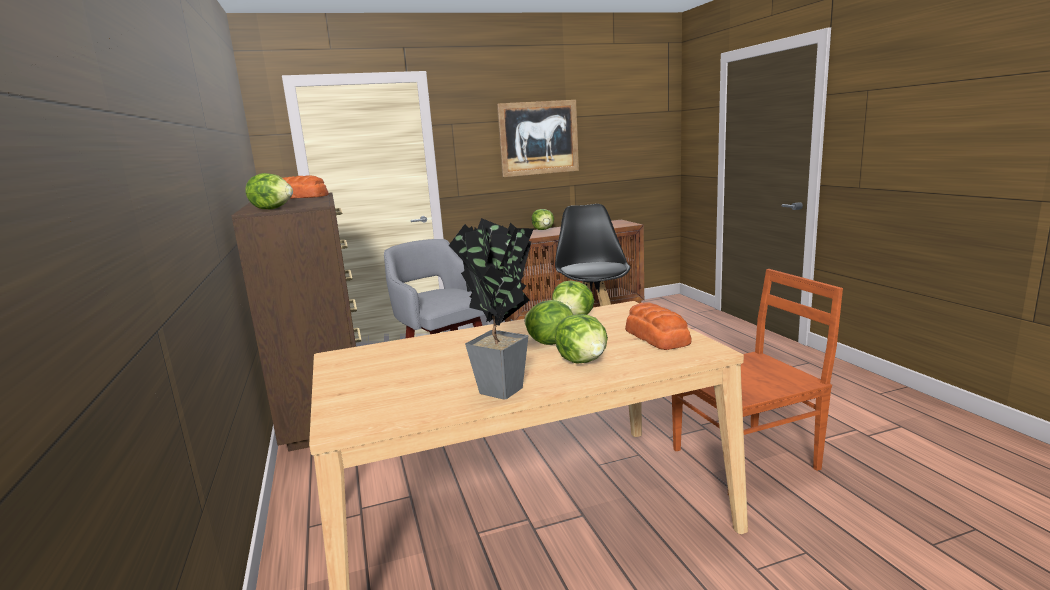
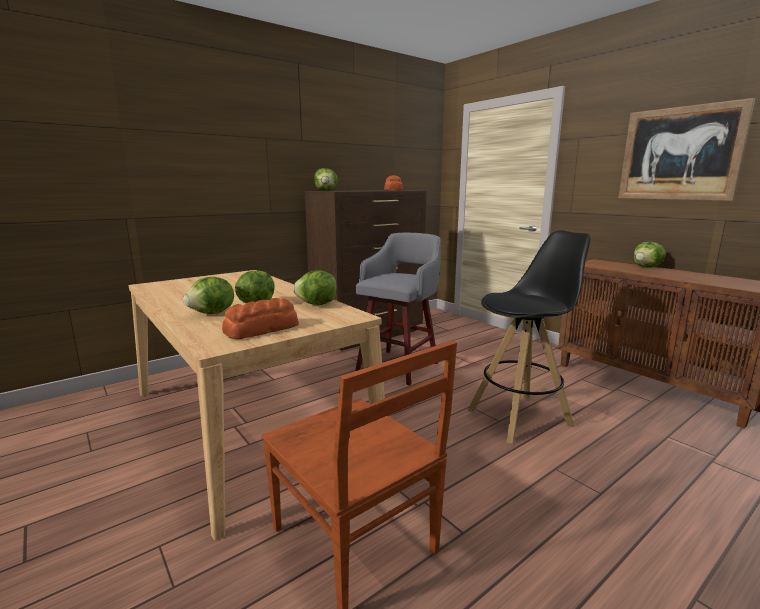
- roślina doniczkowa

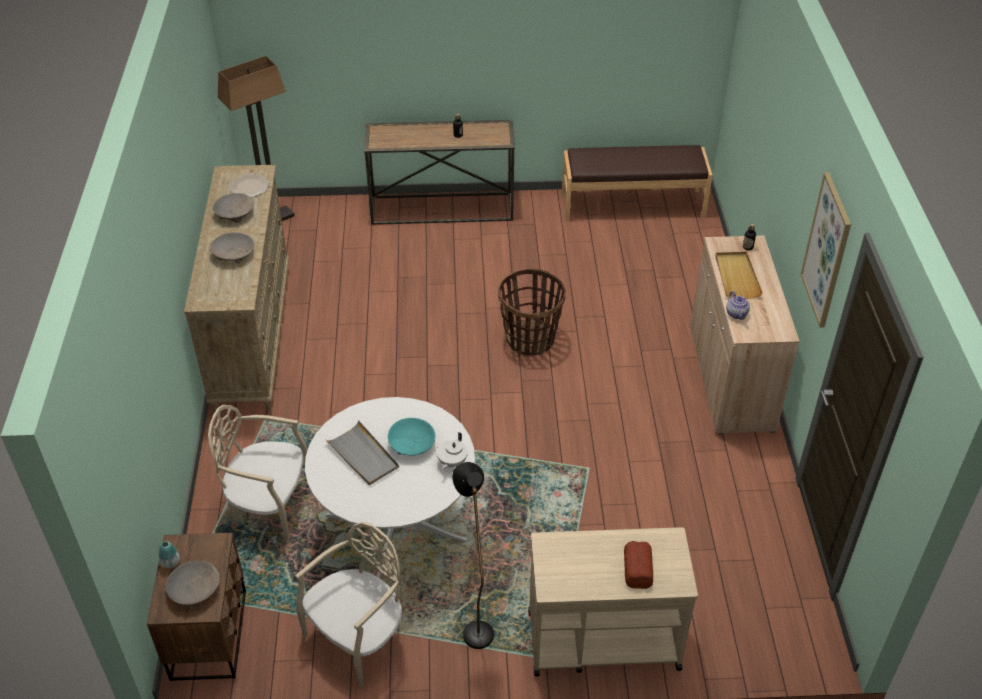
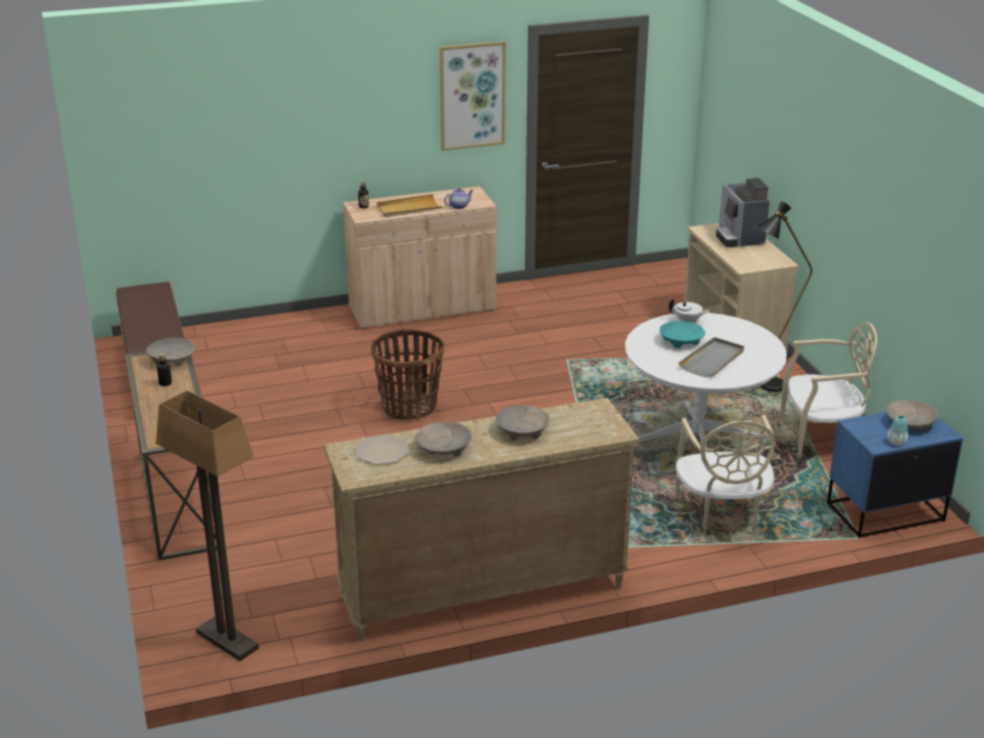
+ miska (beżowy) (1st from left)
~ chleb to ekspres do kawy
~ szafka nocna (brązowy) to szafka nocna (niebieski)
~ krzesło (beżowy) (2nd from left) 150 degrees clockwise

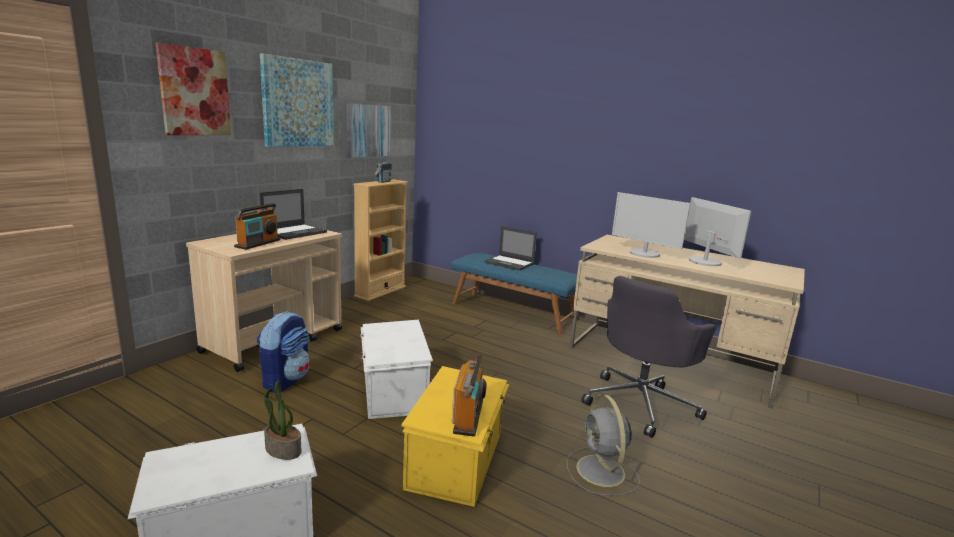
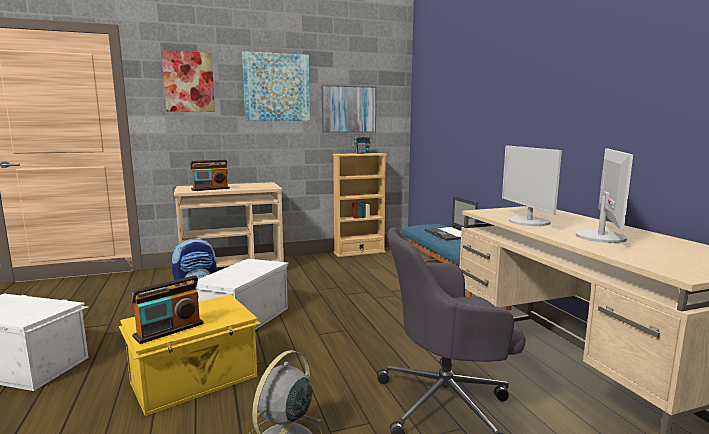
- laptop (1st from left)
- roślina doniczkowa

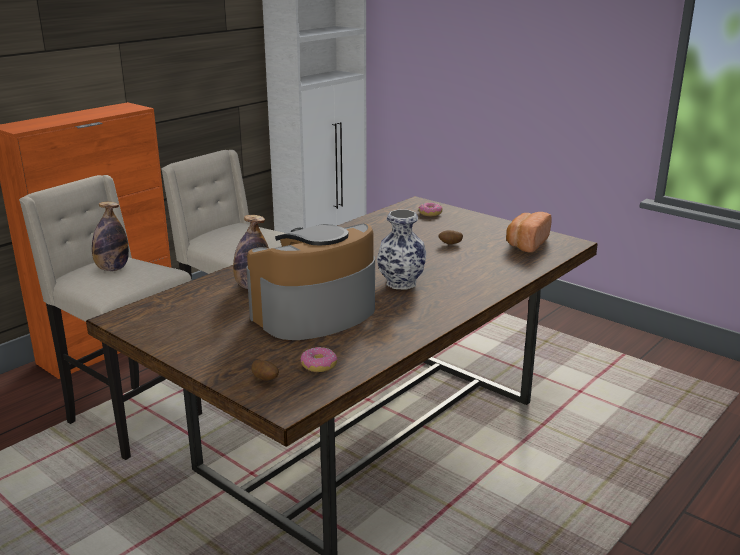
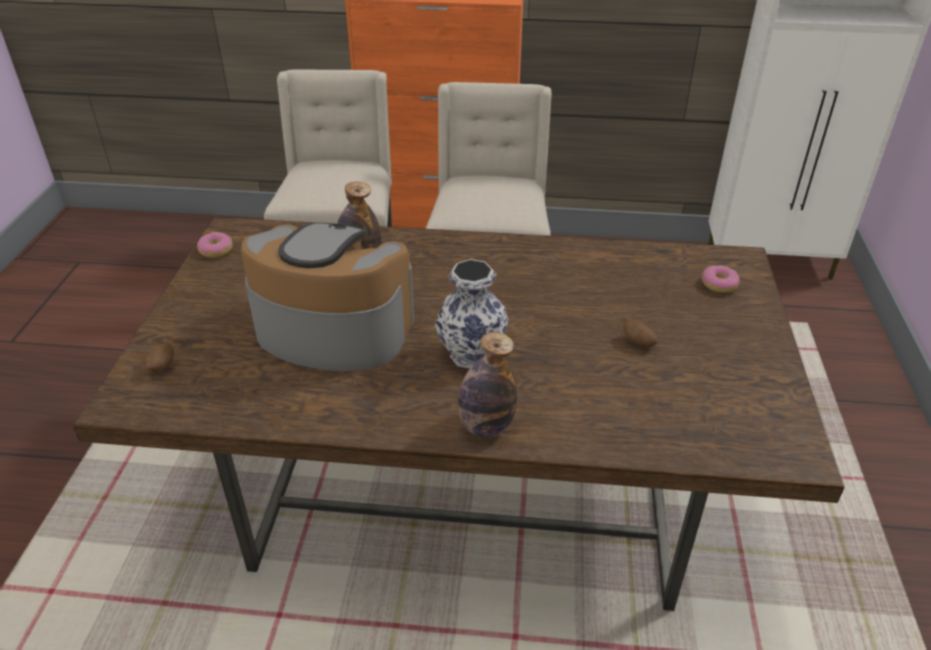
- chleb
~ butelka (1st from left in the first image) to butelka (2nd from left)
~ donut (1st from left)

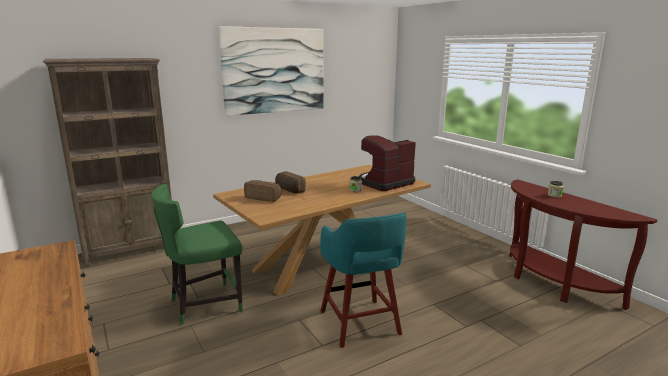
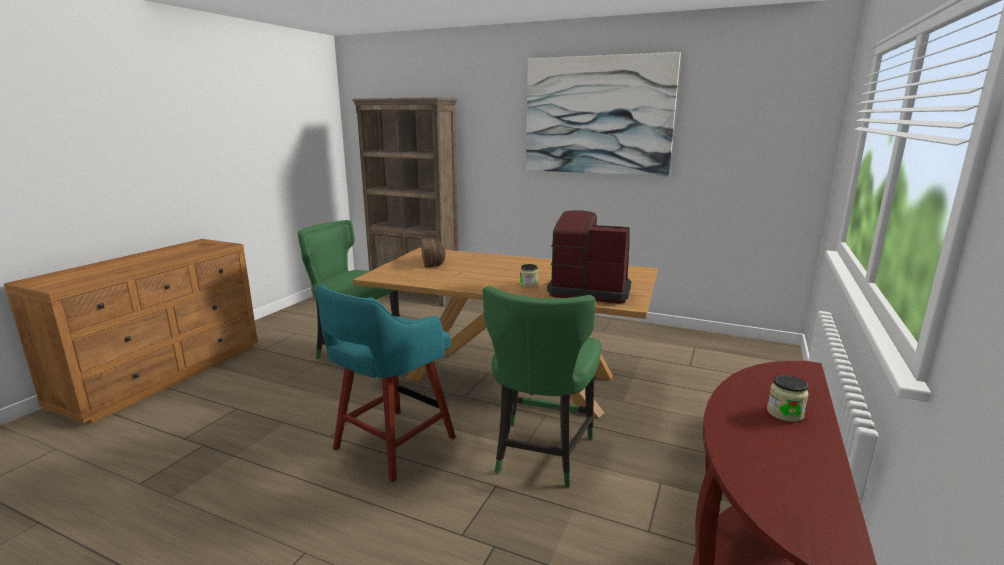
- chleb (2nd from left)
+ krzesło (zielony) (2nd from left)

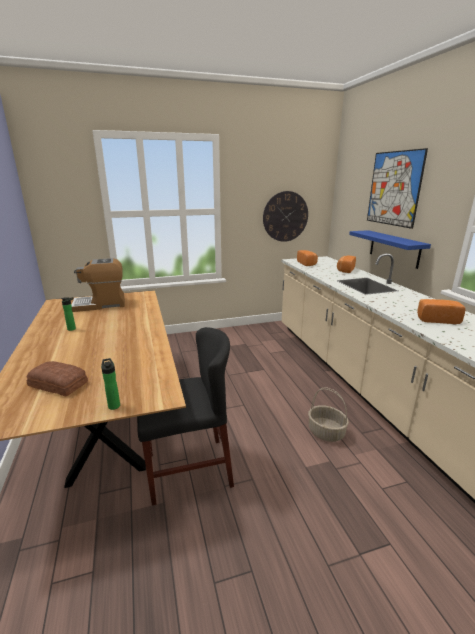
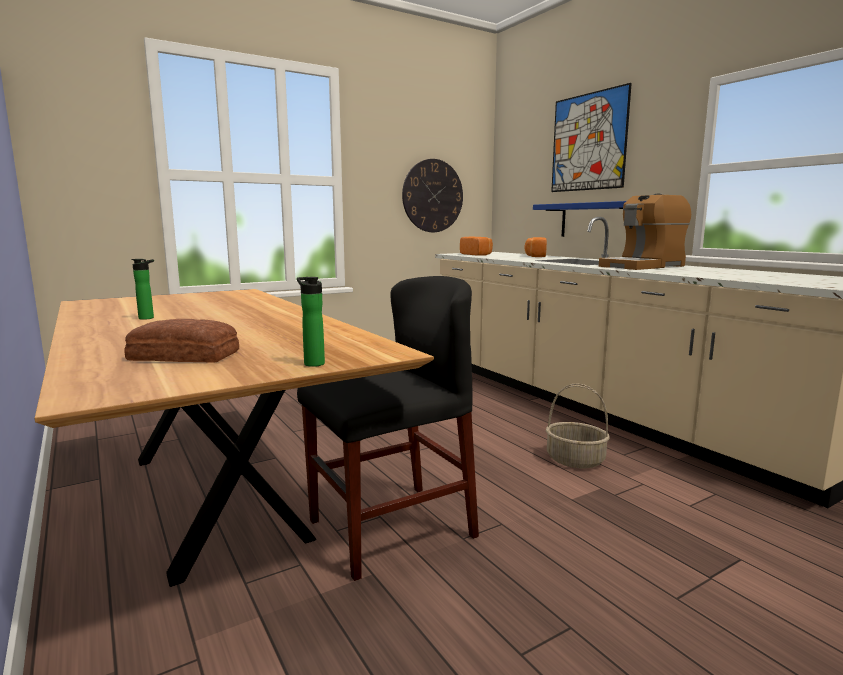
- chleb (4th from left)
~ ekspres do kawy

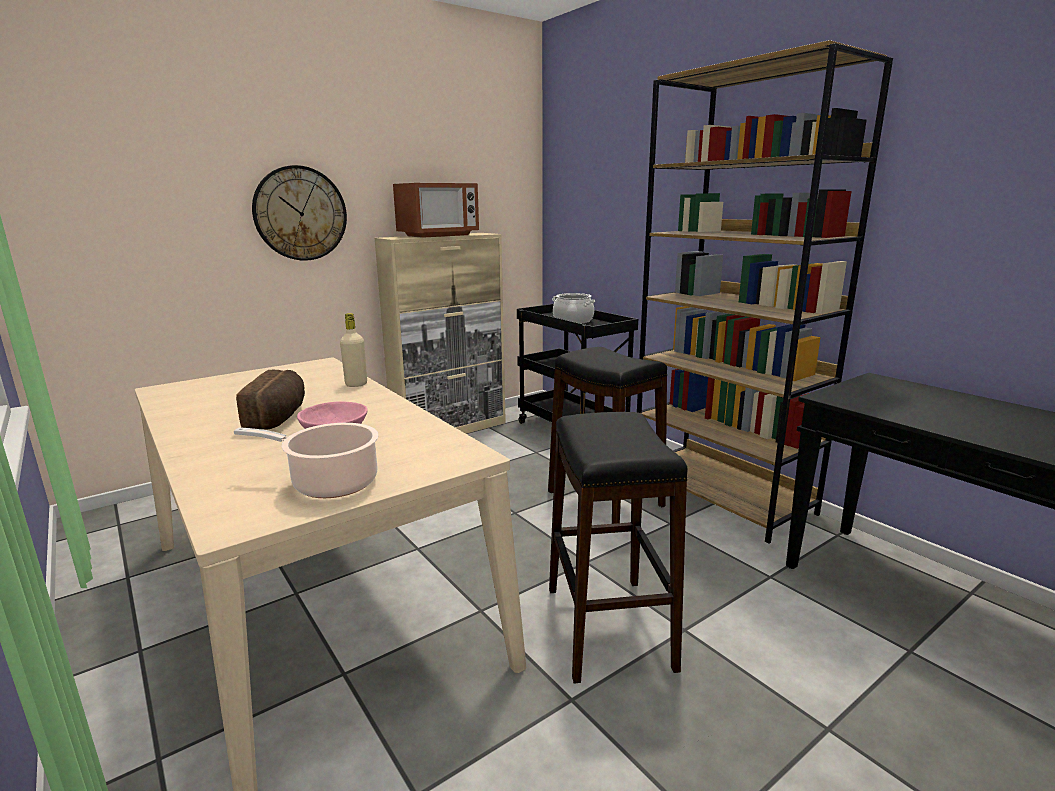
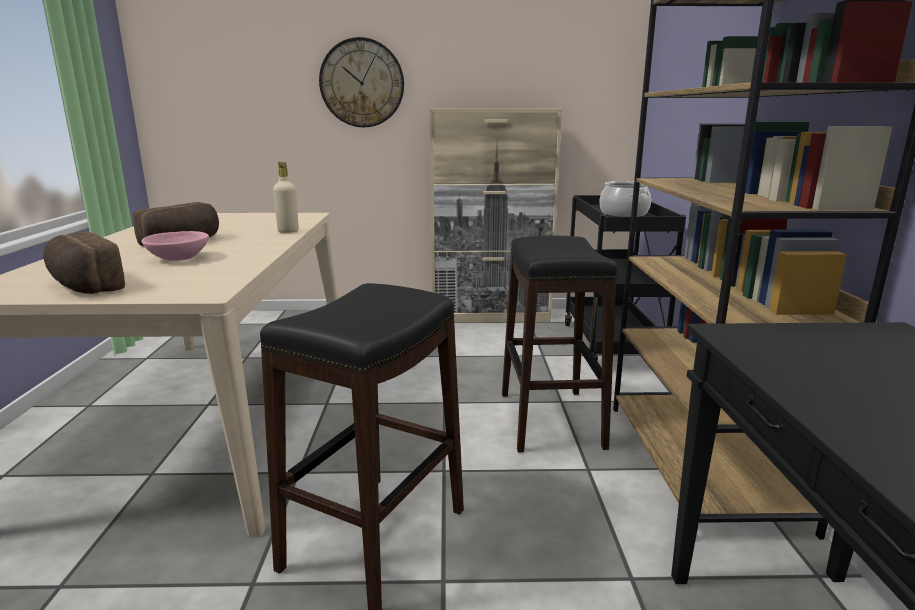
- mikrofalówka
~ garnek (1st from left) to chleb (1st from left)

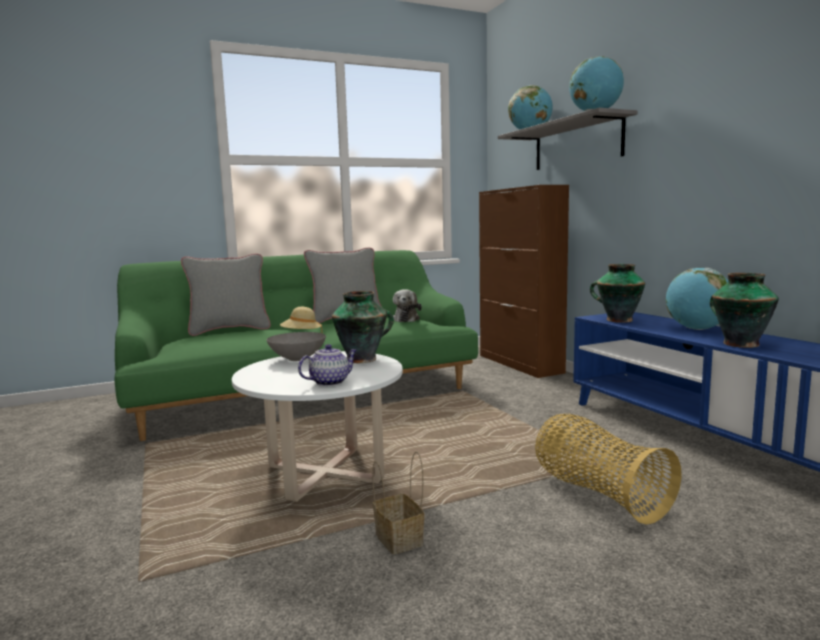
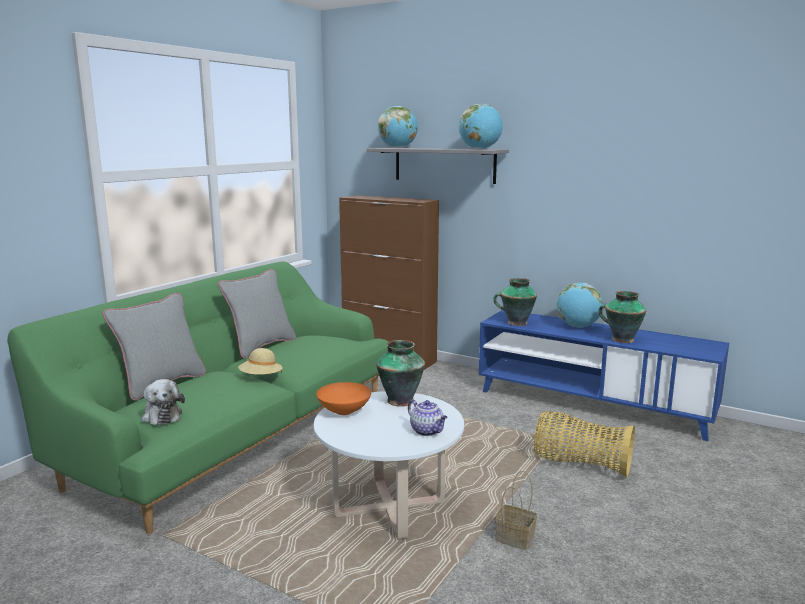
~ pluszak
~ miska (szary) to miska (pomarańczowy)
~ imbryk 120 degrees clockwise

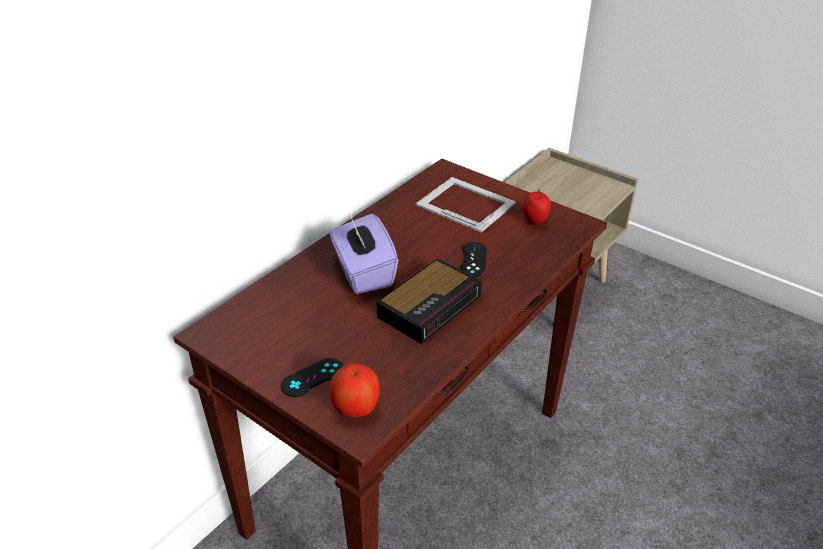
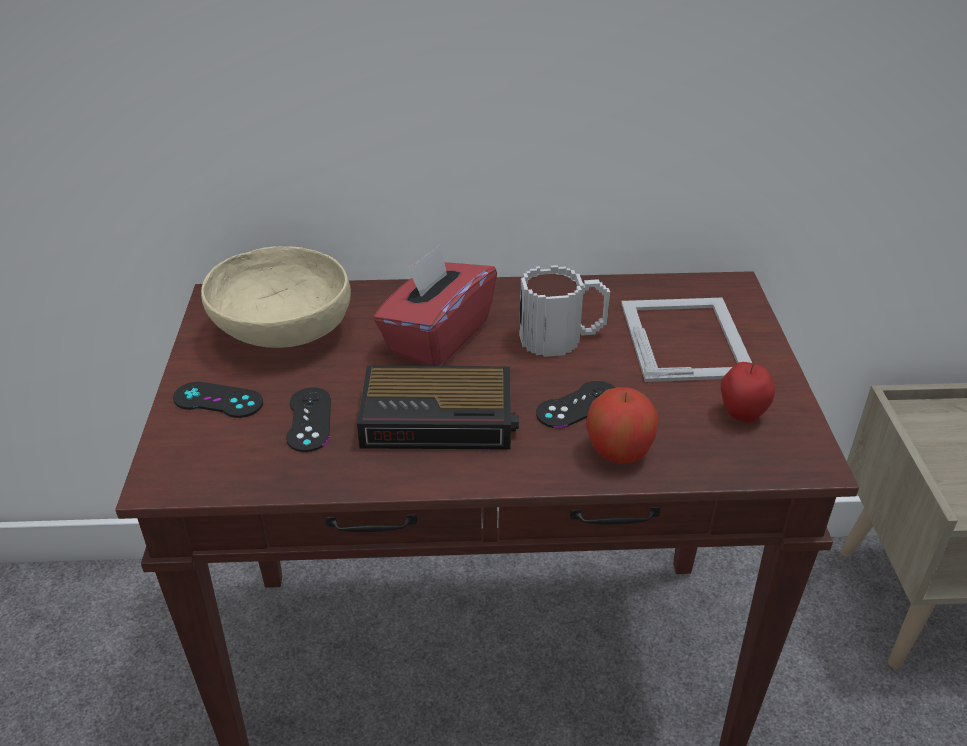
+ miska (beżowy)
+ pad do gier (czarny) (2nd from left)
+ kubek
~ jabłko (1st from left)
~ pudełko chusteczek (fioletowy) to pudełko chusteczek (czerwony)

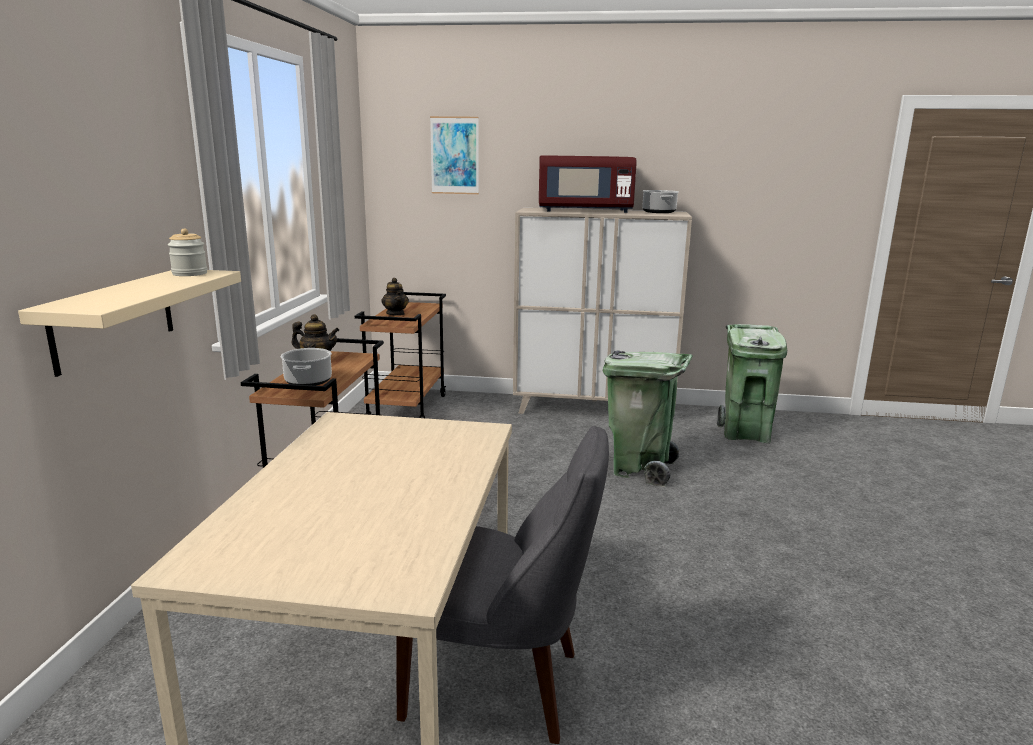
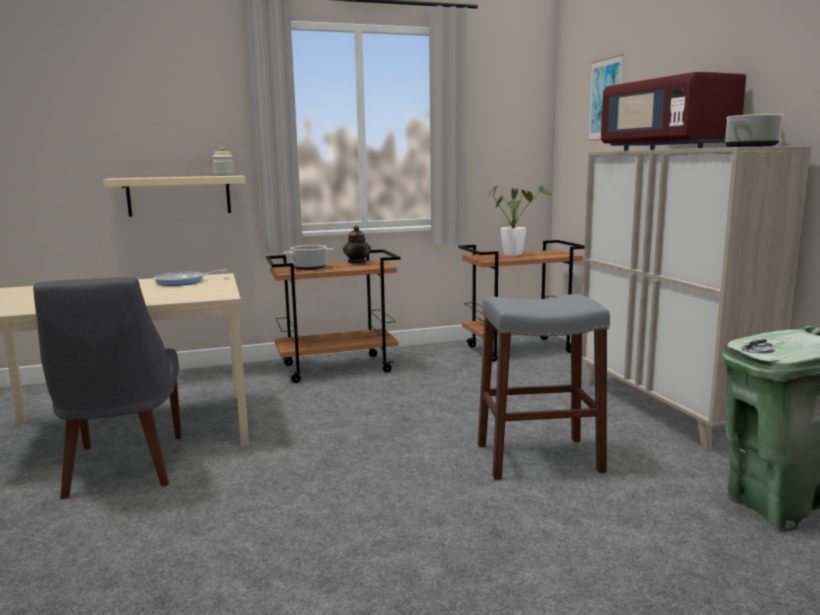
+ patelnia
~ imbryk (2nd from left) to roślina doniczkowa
~ kosz na śmieci (zielony) (1st from left) to stołek (szary)

